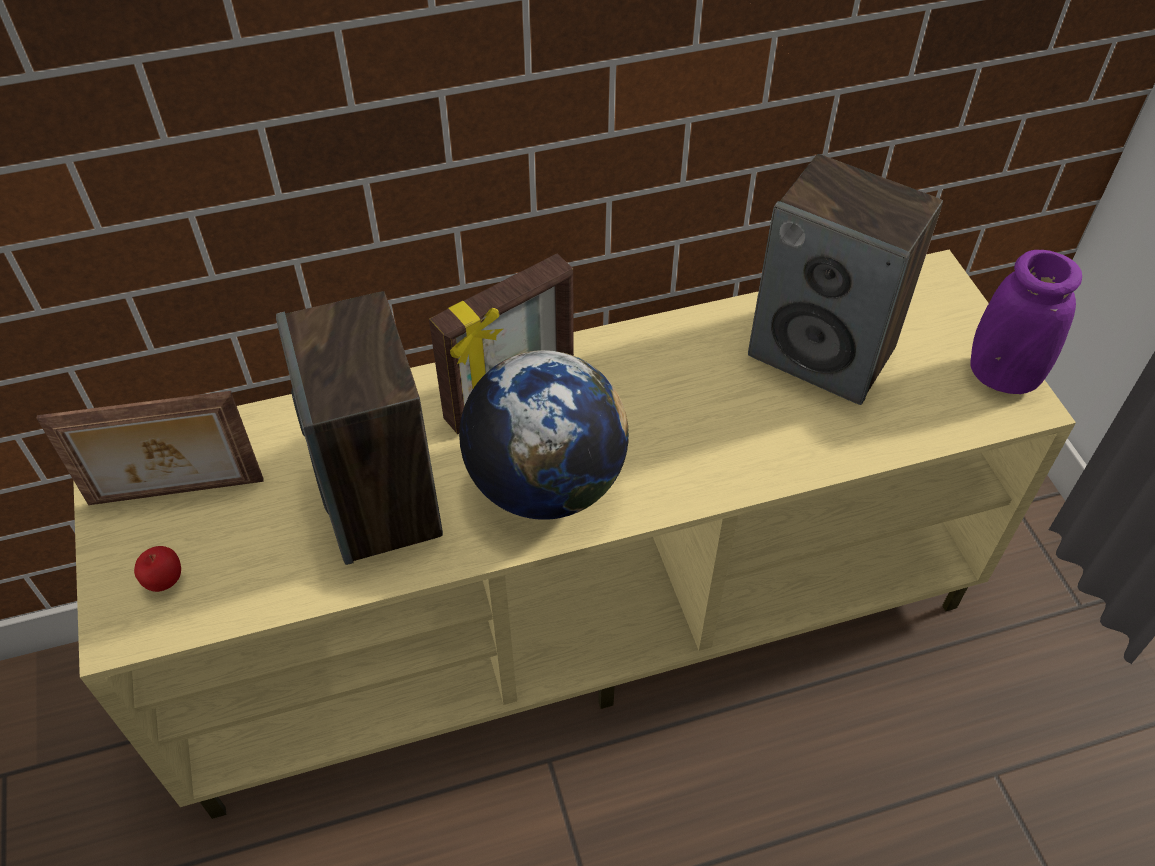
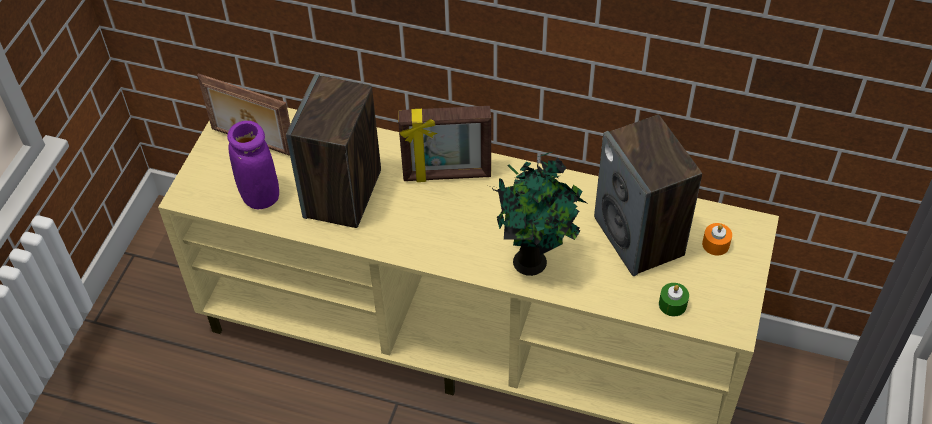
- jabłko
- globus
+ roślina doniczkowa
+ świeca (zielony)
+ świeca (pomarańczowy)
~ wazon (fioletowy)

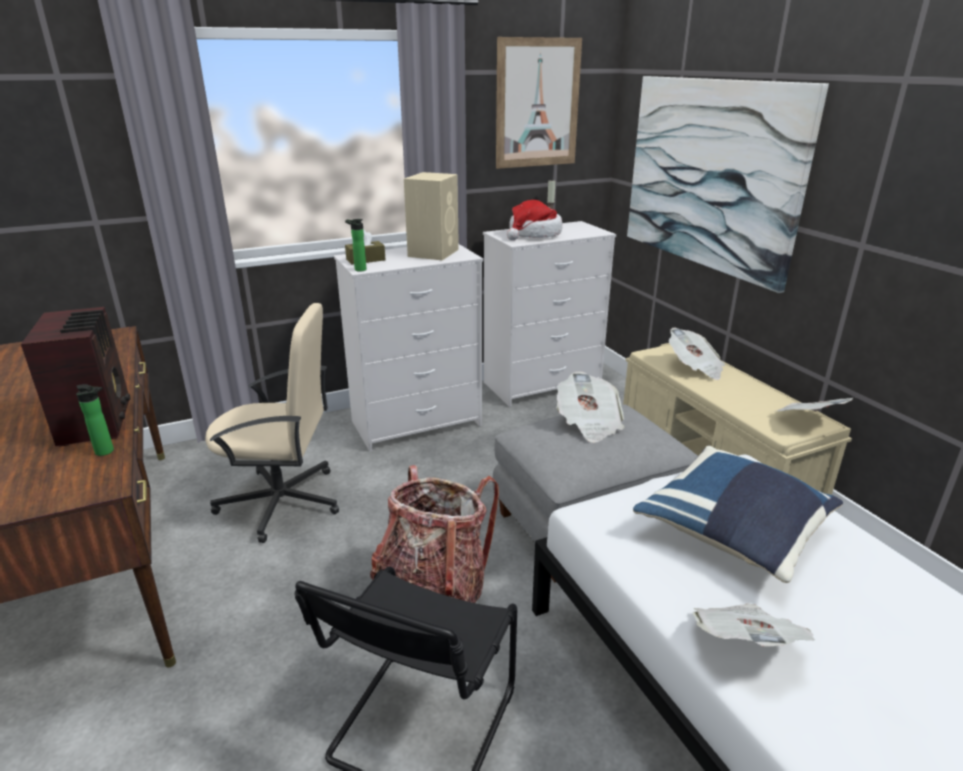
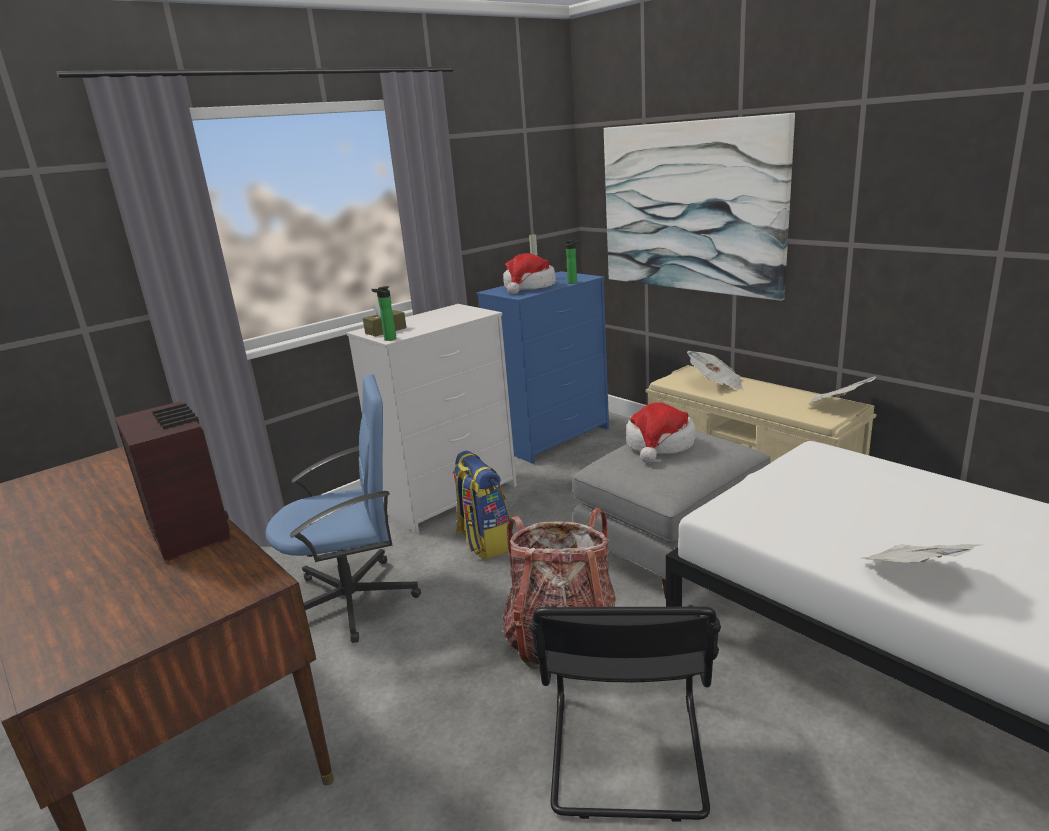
- głośnik (beżowy)
- obraz (1st from left)
- poduszka (niebieski)
+ plecak (1st from left)
~ butelka (1st from left in the first image) to butelka (2nd from left)
~ gazeta (1st from left) to kapelusz (2nd from left)
~ krzesło biurowe (beżowy) to krzesło biurowe (niebieski)
~ komoda (biały) (2nd from left) to komoda (niebieski)

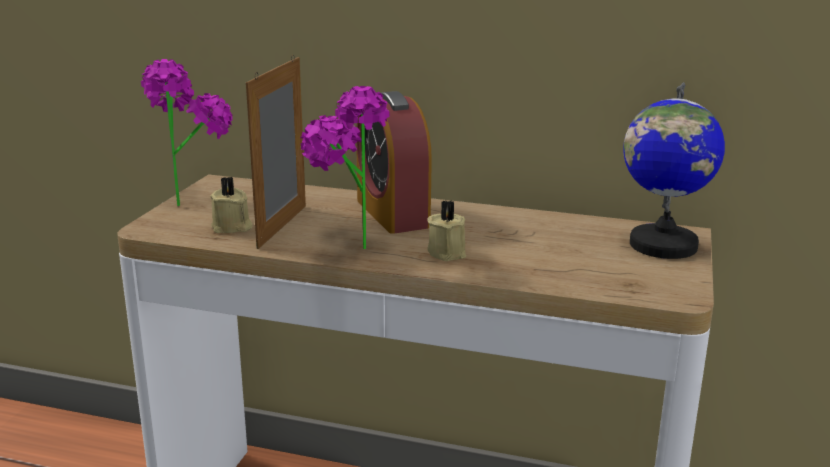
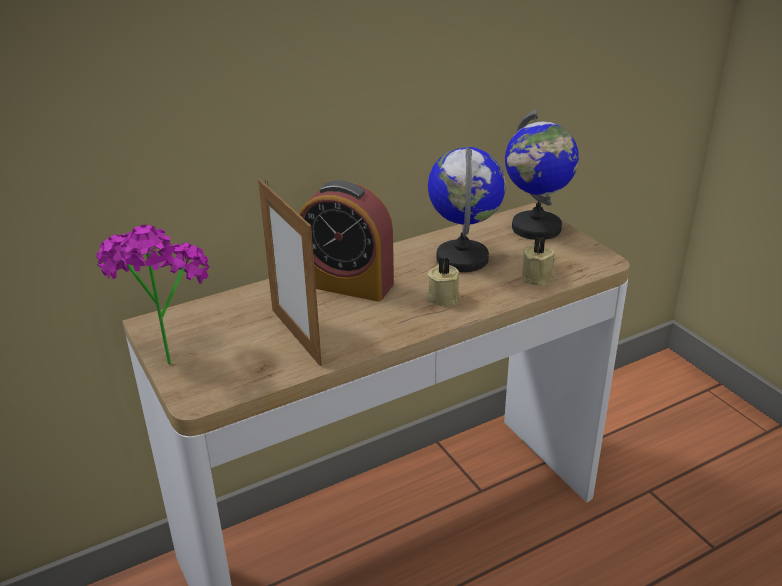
- roślina doniczkowa (2nd from left)
+ globus (1st from left)
~ świeca (beżowy) (1st from left in the first image) to świeca (beżowy) (2nd from left)

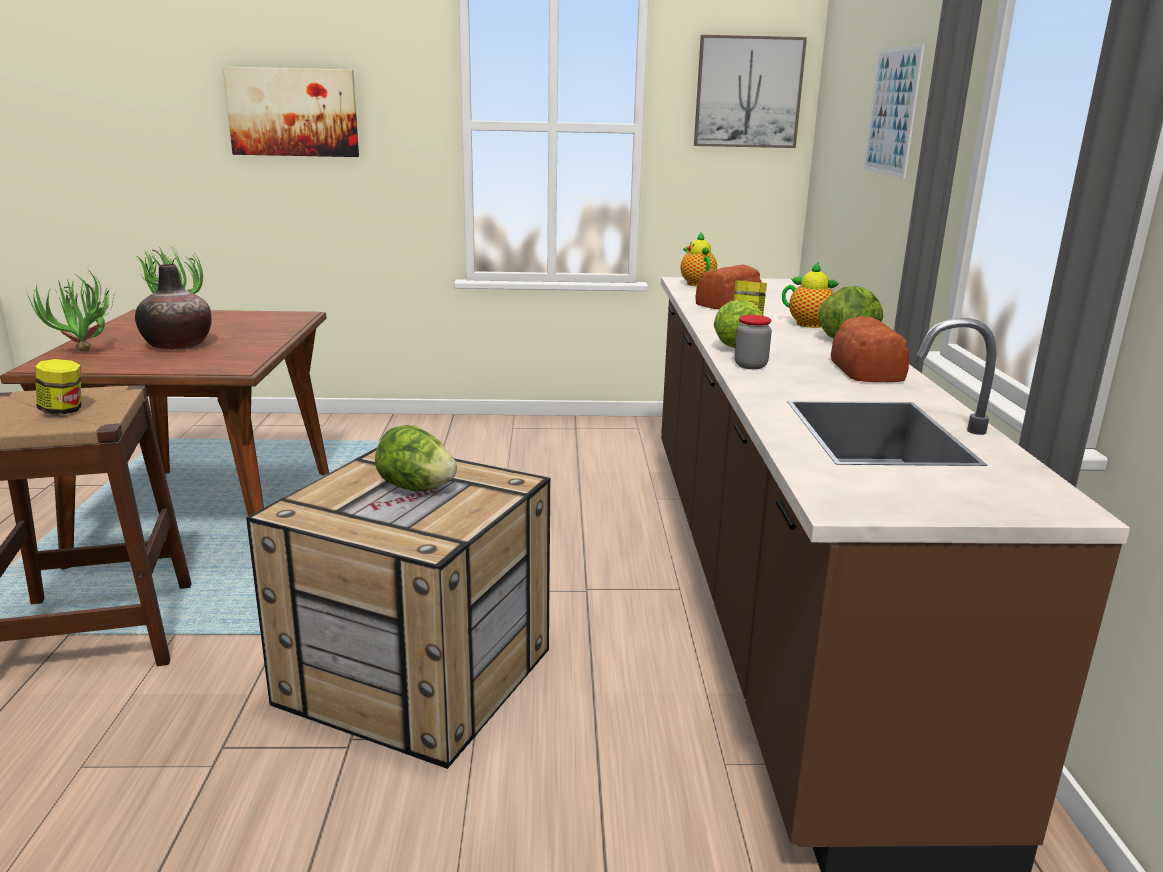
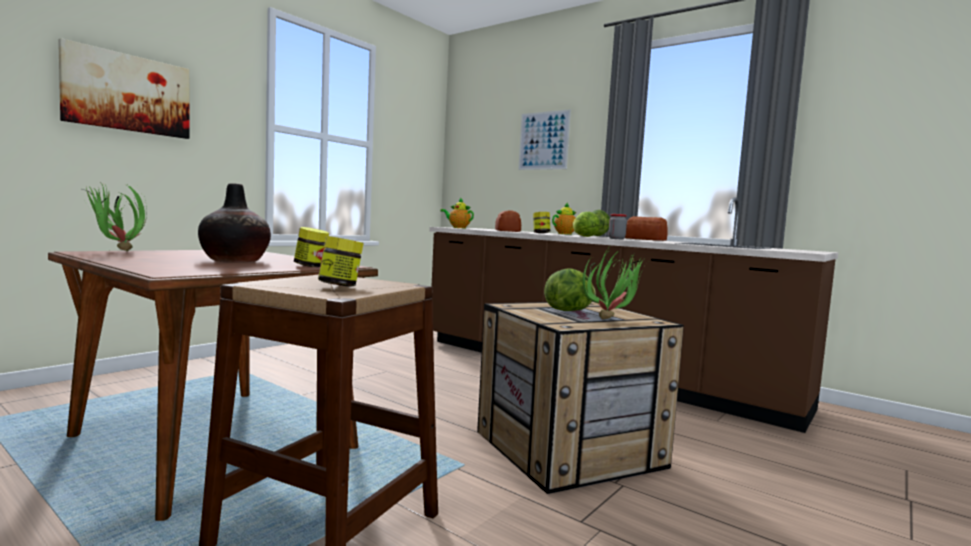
- obraz (2nd from left)
+ słoik (1st from left)
~ roślina doniczkowa (1st from left in the first image) to roślina doniczkowa (2nd from left)

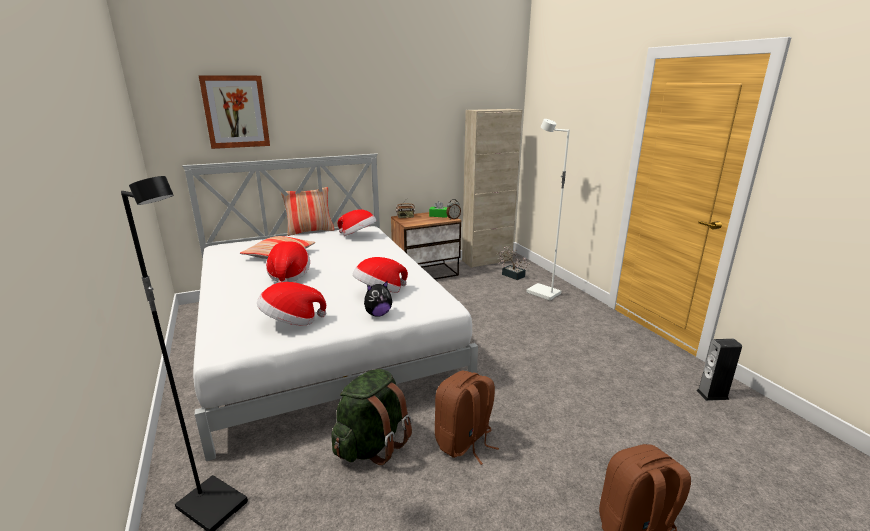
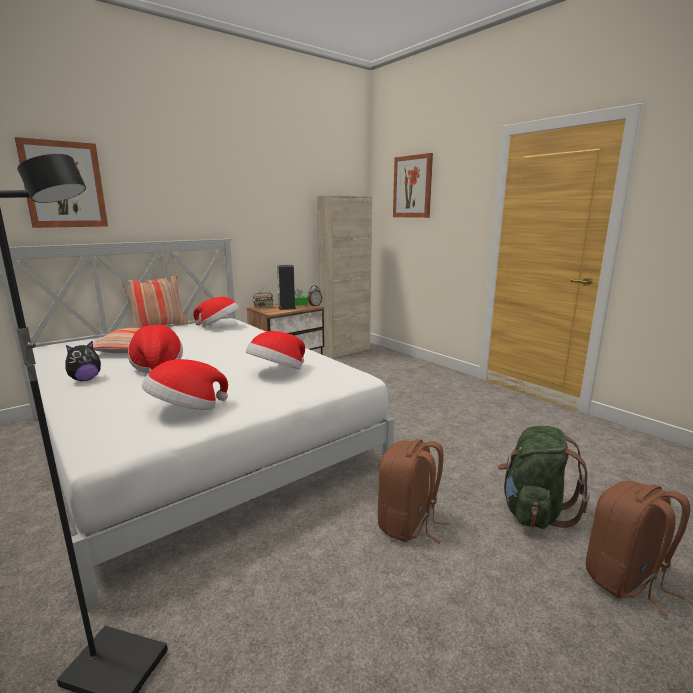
- roślina doniczkowa
- lampa stojąca (biały)
+ obraz (2nd from left)
~ plecak (zielony)
~ pluszak
~ głośnik

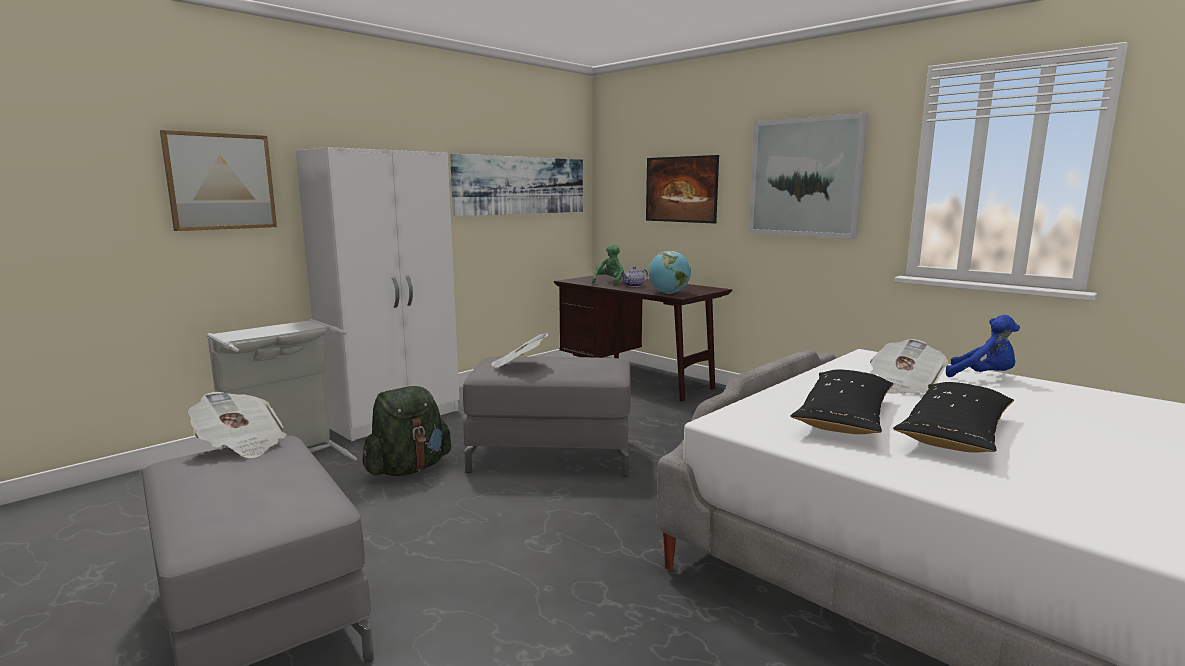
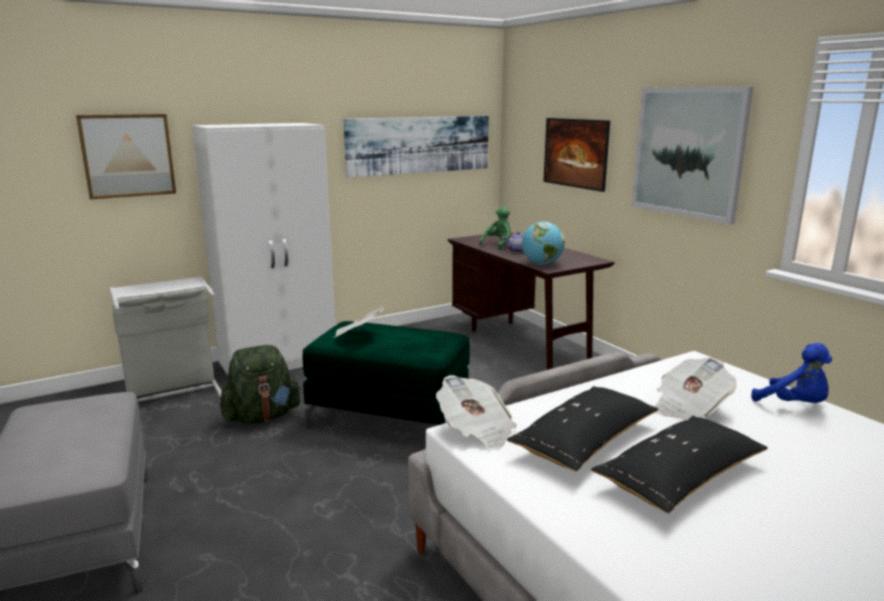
~ gazeta (1st from left in the first image) to gazeta (2nd from left)
~ pufa (szary) (2nd from left) to pufa (zielony)

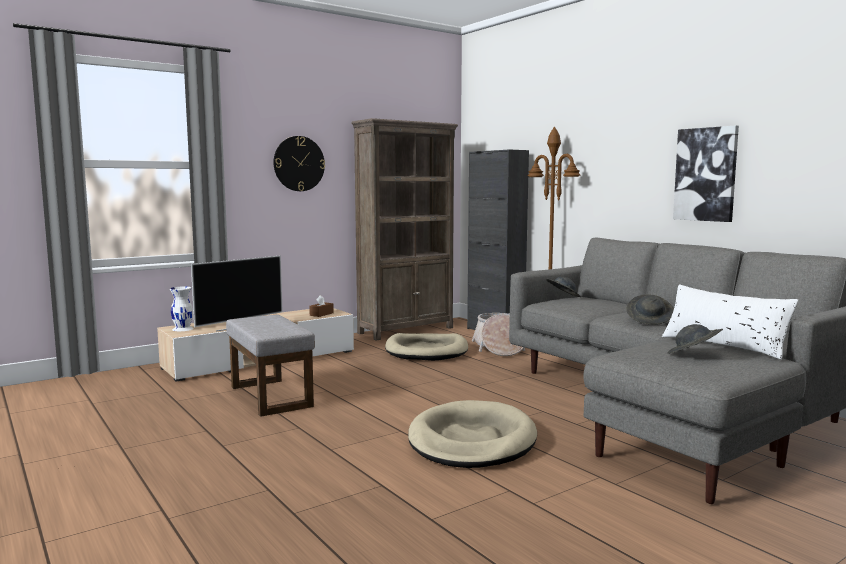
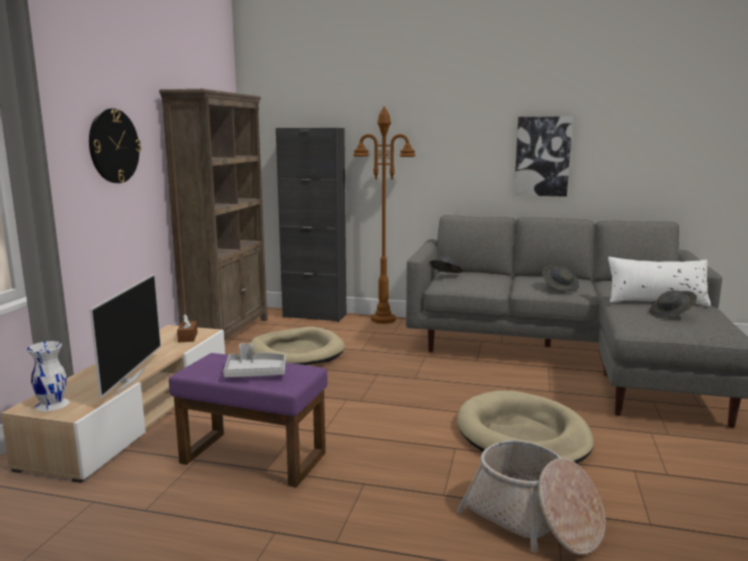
+ taca (szary)
~ koszyk
~ pufa (szary) to pufa (fioletowy)

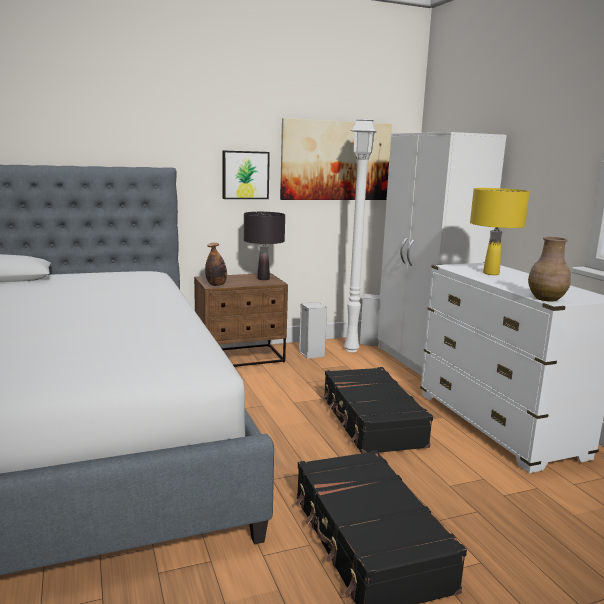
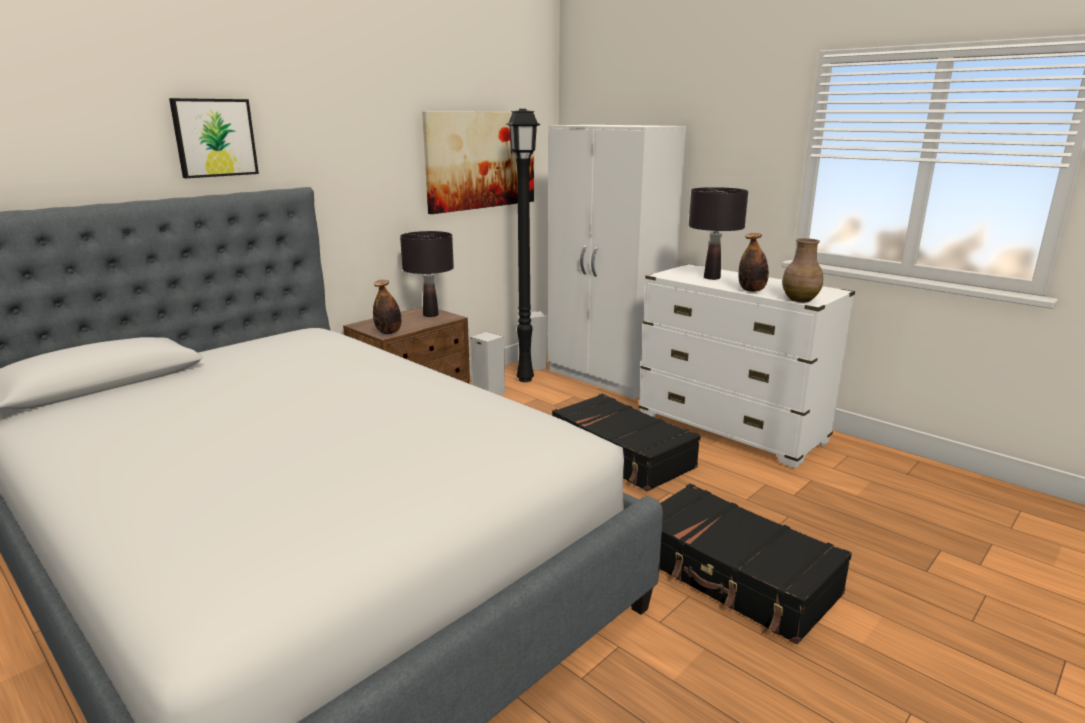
+ butelka (2nd from left)
~ obraz (1st from left)
~ lampa stojąca (biały) to lampa stojąca (czarny)
~ lampa stołowa (żółty) to lampa stołowa (czarny) (2nd from left)

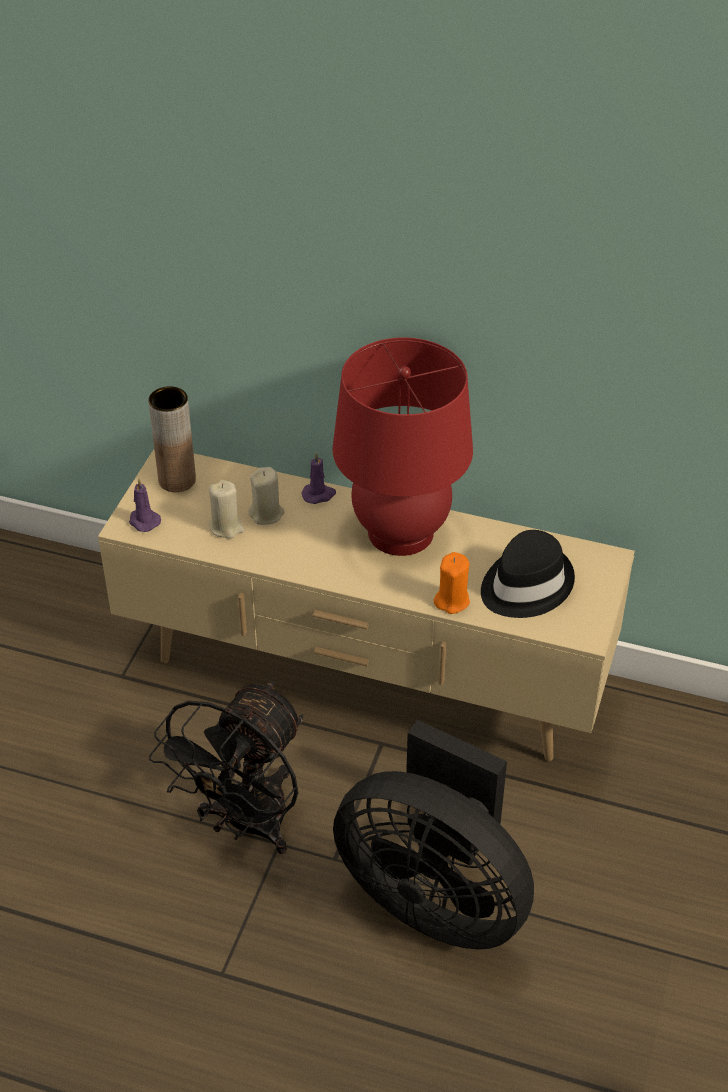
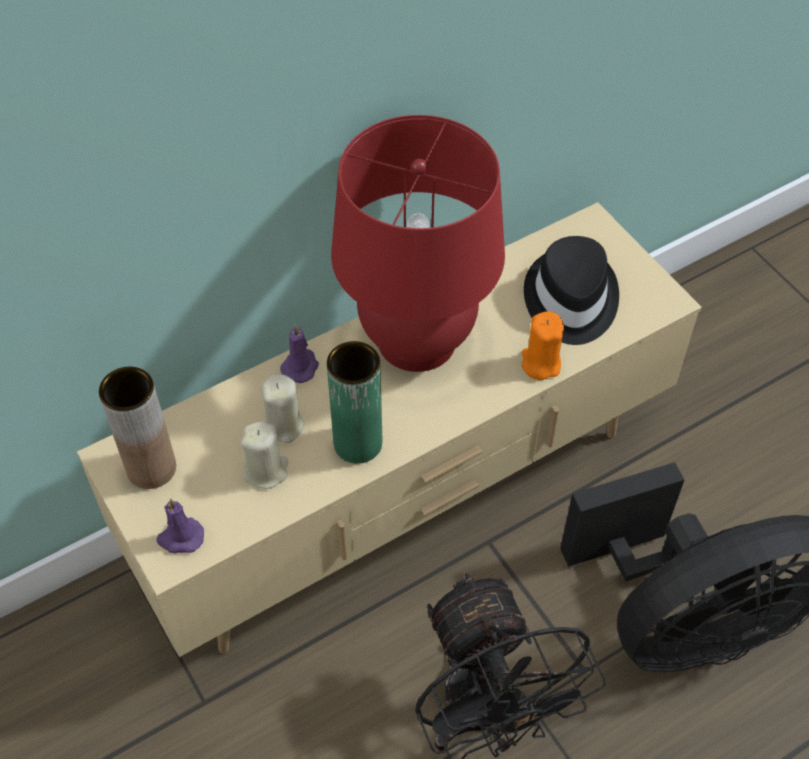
+ wazon (zielony)

